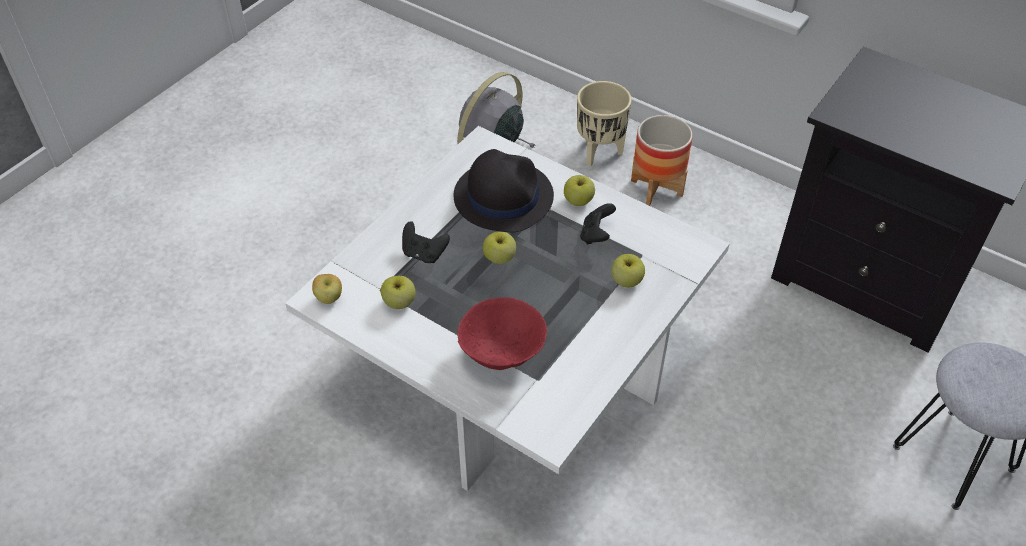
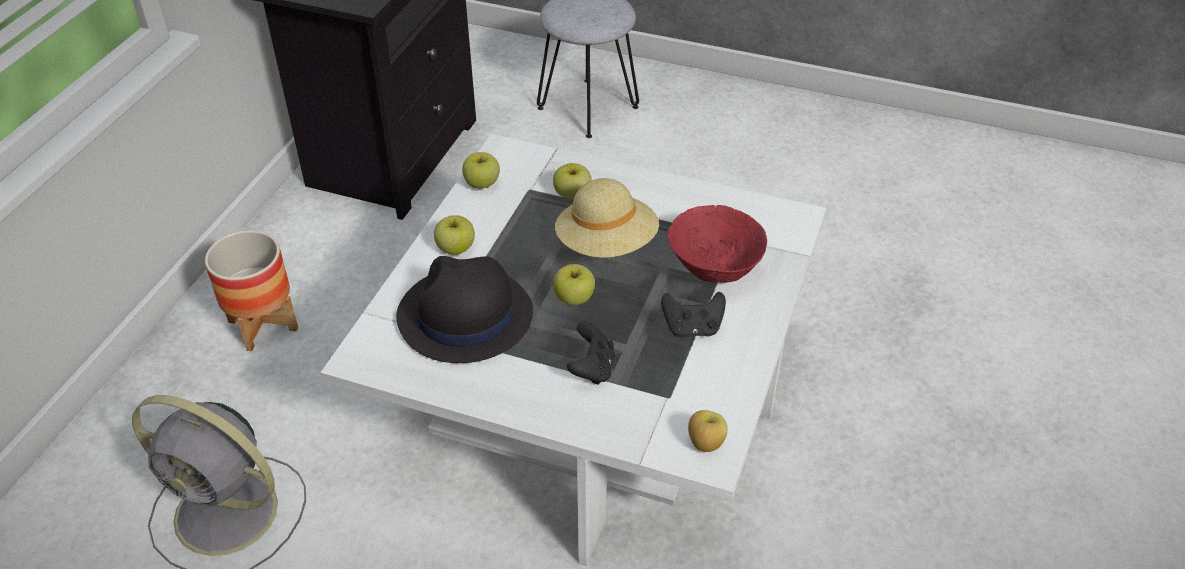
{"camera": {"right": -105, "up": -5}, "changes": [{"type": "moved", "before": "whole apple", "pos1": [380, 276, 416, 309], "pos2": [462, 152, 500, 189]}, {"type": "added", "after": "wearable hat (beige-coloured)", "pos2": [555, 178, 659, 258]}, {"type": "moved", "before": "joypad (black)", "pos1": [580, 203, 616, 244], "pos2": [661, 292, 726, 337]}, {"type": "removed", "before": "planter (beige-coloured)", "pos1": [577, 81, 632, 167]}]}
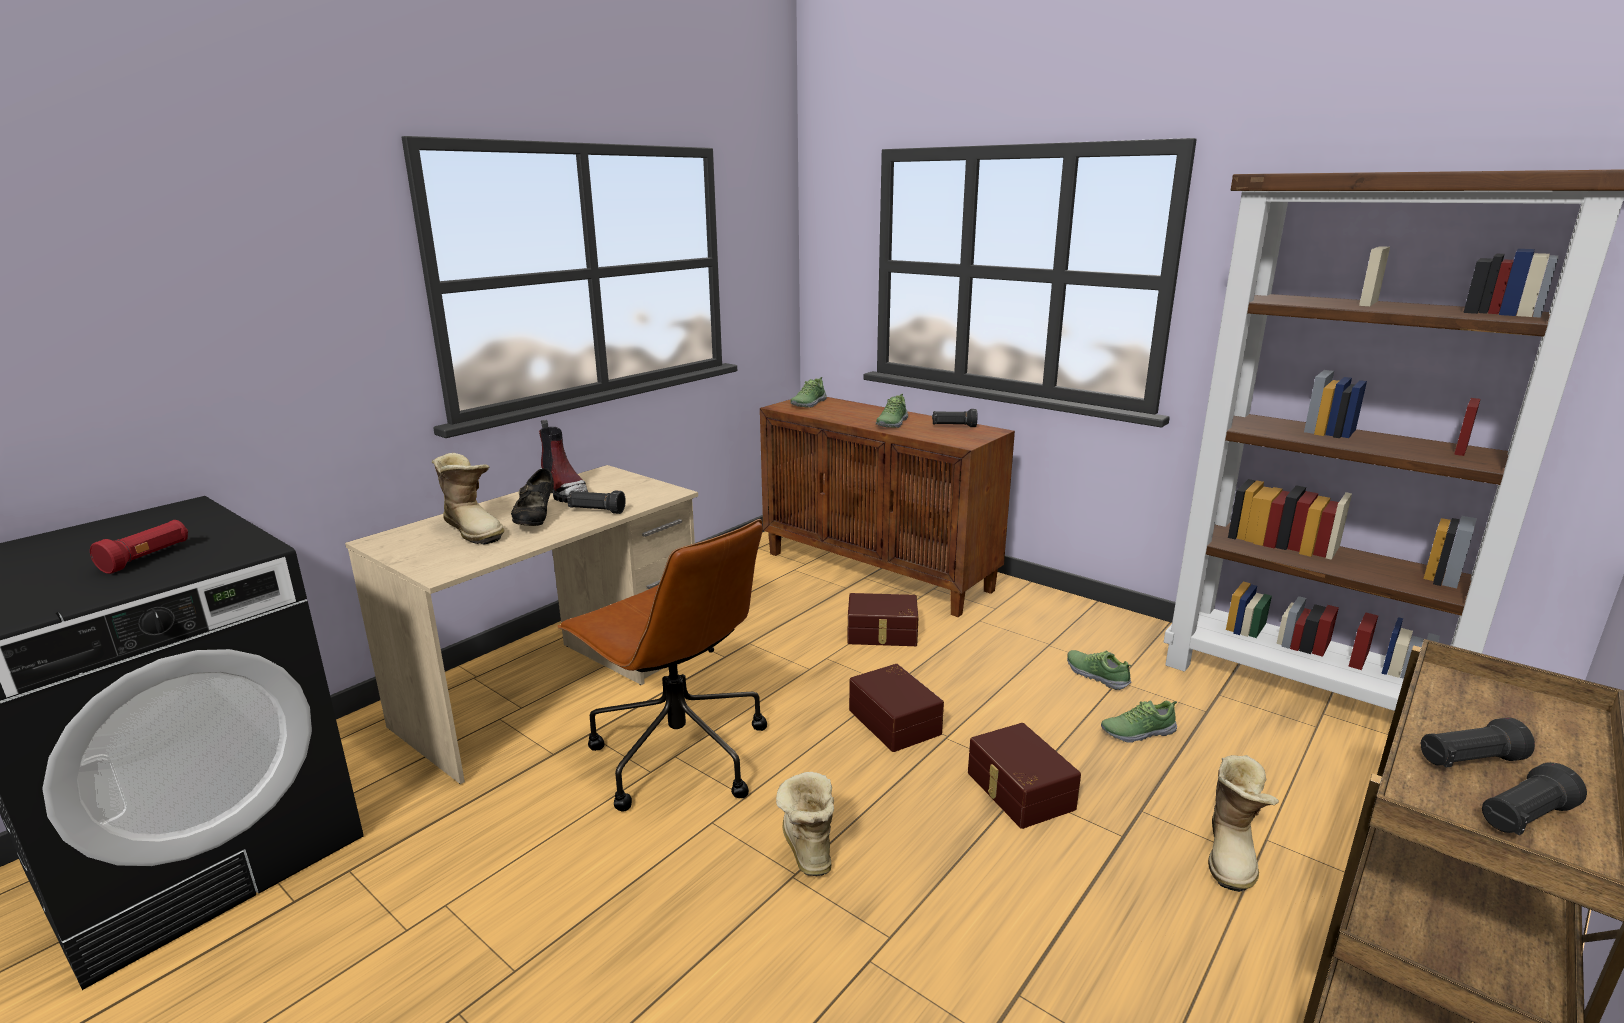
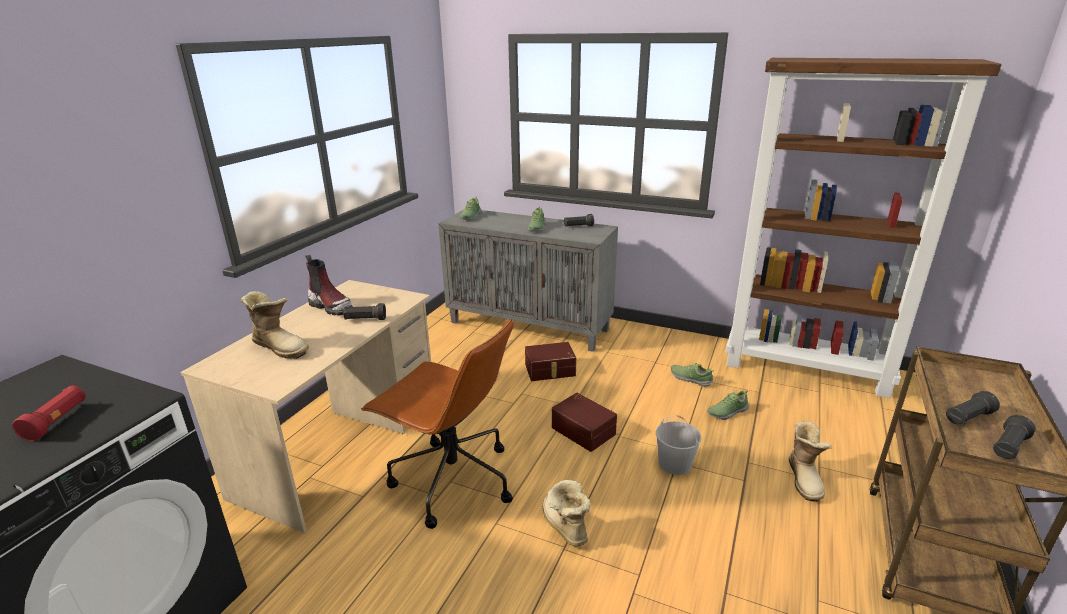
{"camera": {"right": -15, "up": 5}, "changes": [{"type": "recoloured", "before": "cupboard (brown)", "after": "cupboard (grey)", "pos1": [760, 397, 1015, 617], "pos2": [438, 210, 618, 352]}, {"type": "replaced", "before": "storage container (brown)", "after": "bucket (white-coloured)", "pos1": [968, 723, 1081, 829], "pos2": [656, 415, 702, 475]}, {"type": "removed", "before": "item of footwear (black)", "pos1": [511, 468, 554, 526]}]}
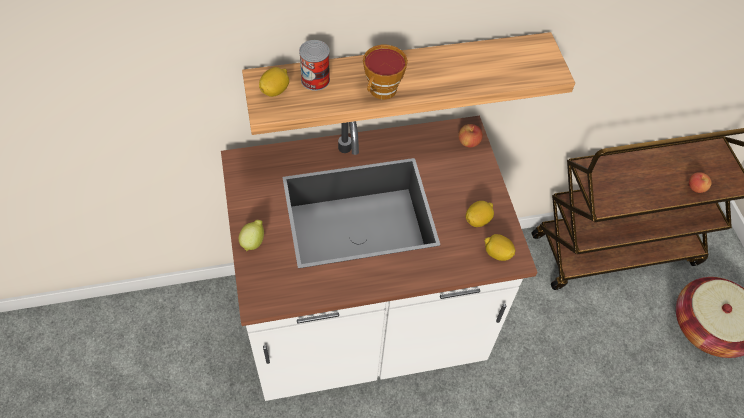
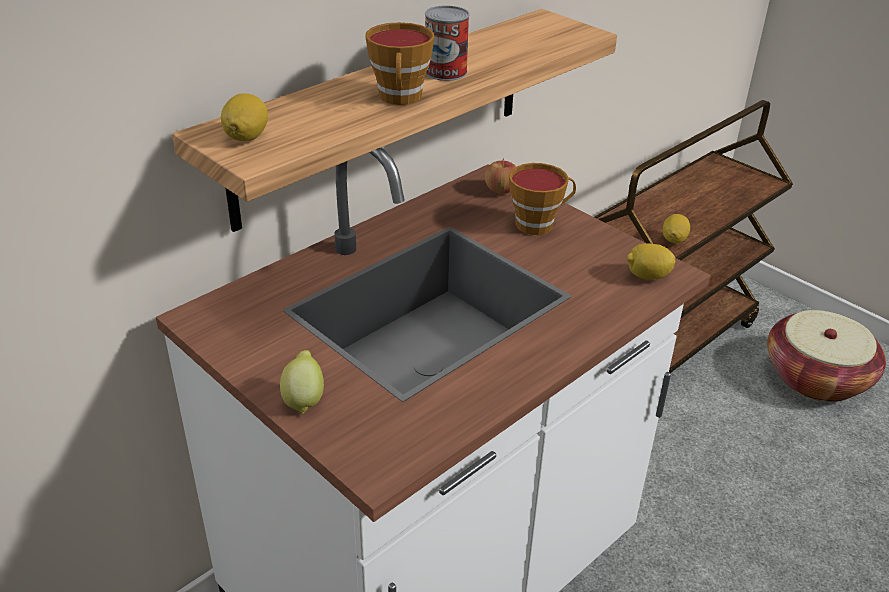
{"camera": {"right": -30, "up": -20}, "changes": [{"type": "moved", "before": "metal can", "pos1": [299, 40, 330, 91], "pos2": [425, 6, 470, 81]}, {"type": "added", "after": "drinking cup", "pos2": [509, 163, 576, 235]}, {"type": "moved", "before": "lemon", "pos1": [466, 201, 494, 227], "pos2": [663, 214, 690, 243]}, {"type": "removed", "before": "whole apple", "pos1": [689, 172, 712, 193]}]}
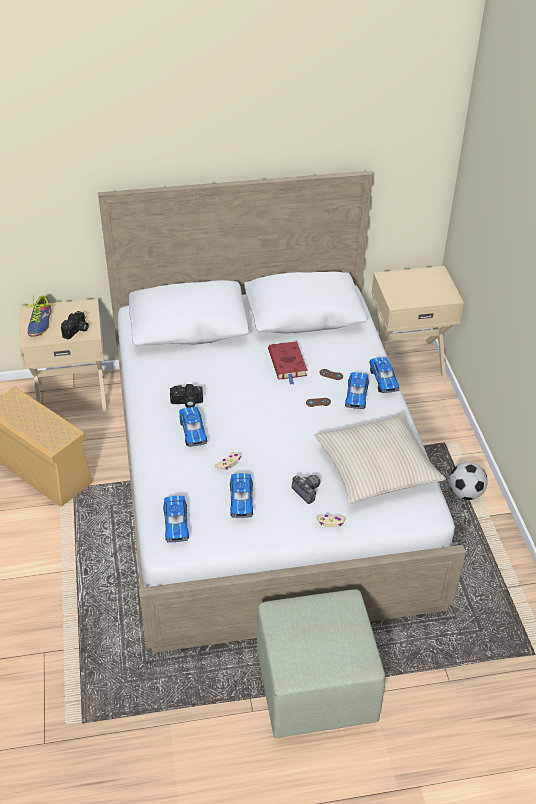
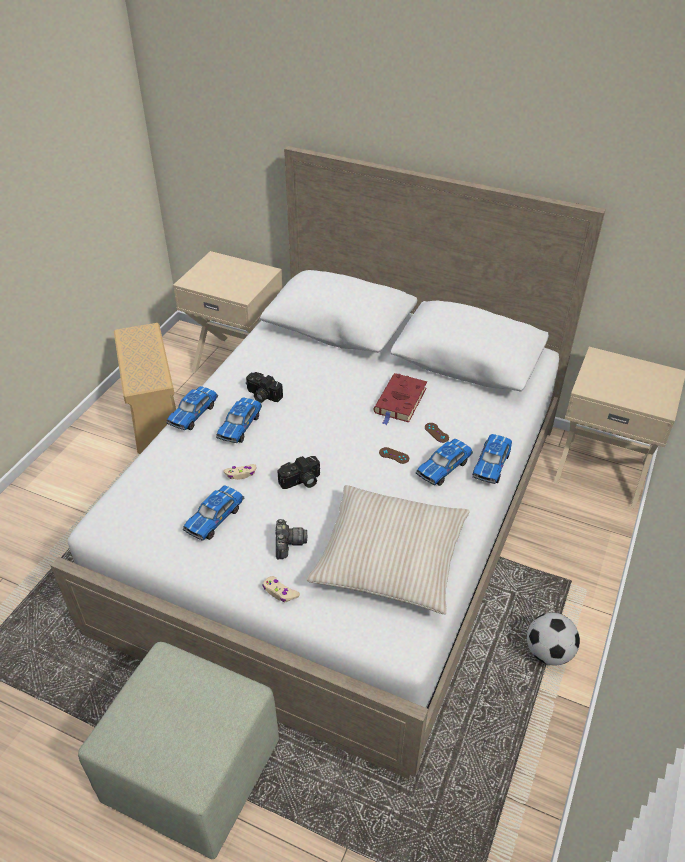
{"camera": {"right": 35, "up": 0}, "changes": [{"type": "moved", "before": "miniature car", "pos1": [163, 496, 189, 542], "pos2": [166, 386, 218, 430]}, {"type": "moved", "before": "photo camera", "pos1": [61, 311, 89, 339], "pos2": [277, 456, 320, 489]}, {"type": "removed", "before": "item of footwear", "pos1": [25, 295, 52, 337]}]}
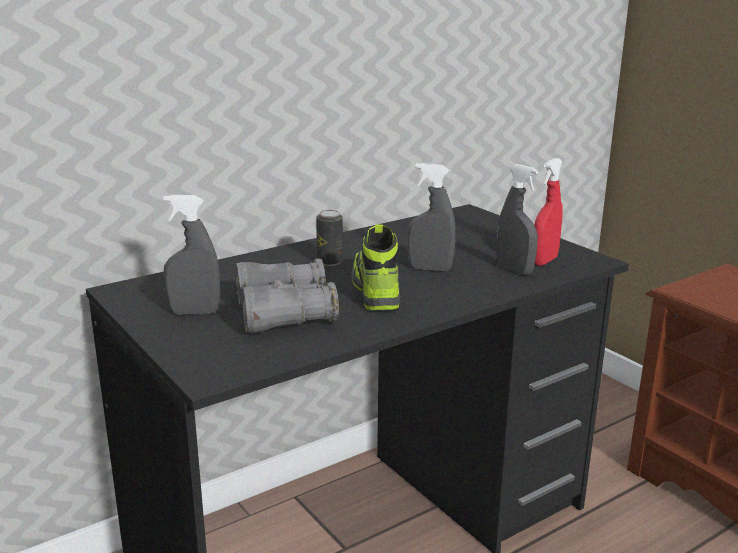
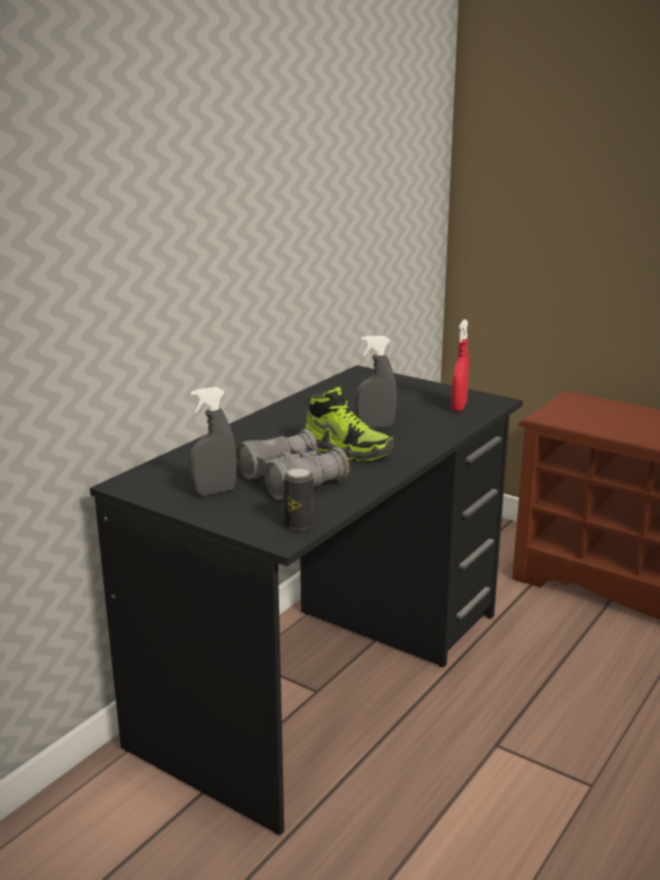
{"camera": {"right": -20, "up": 0}, "changes": [{"type": "moved", "before": "metal can", "pos1": [316, 210, 343, 266], "pos2": [284, 467, 314, 530]}, {"type": "turned", "before": "item of footwear", "pos1": [352, 224, 400, 310], "pos2": [305, 387, 394, 461], "turn": 150}, {"type": "removed", "before": "hand sprayer (grey)", "pos1": [497, 164, 539, 275]}]}
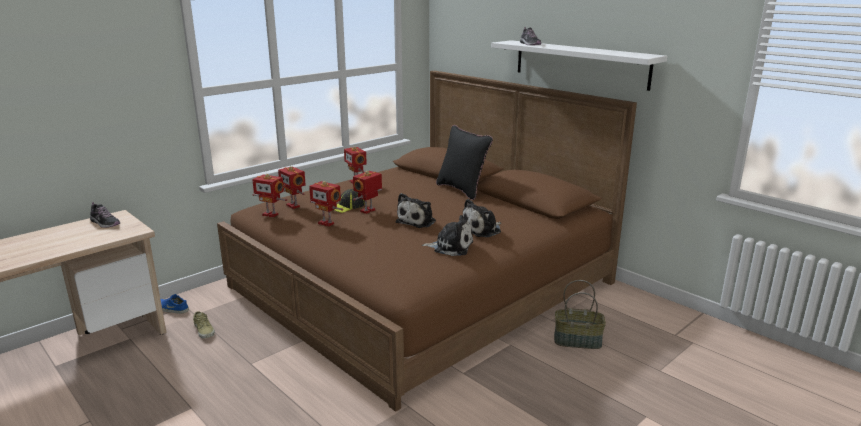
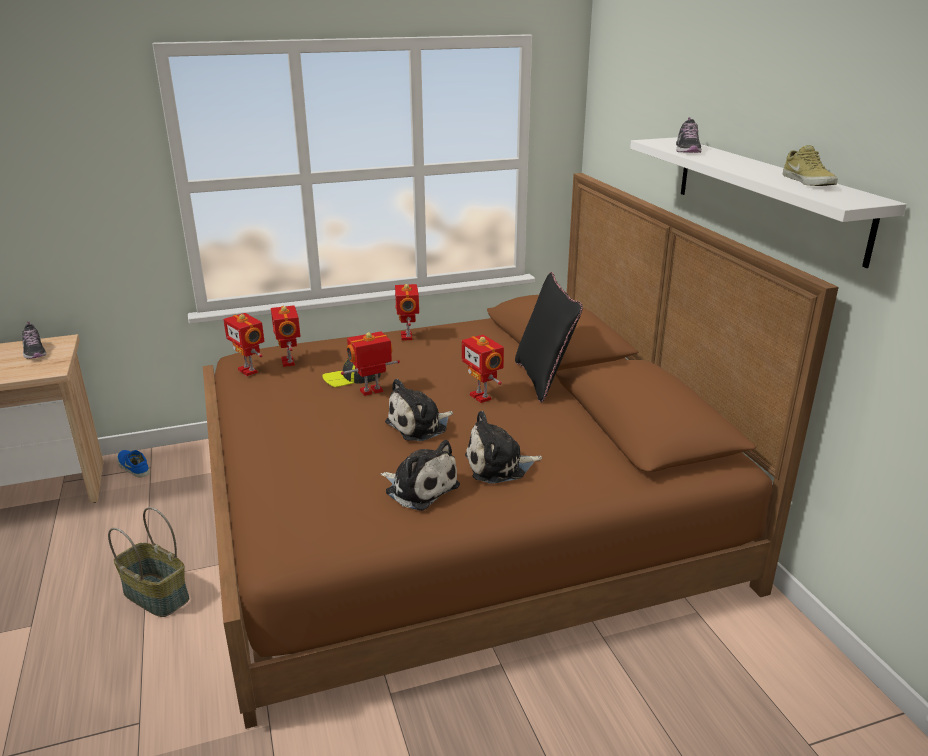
{"camera": {"right": 25, "up": 5}, "changes": [{"type": "moved", "before": "household basket", "pos1": [554, 280, 606, 349], "pos2": [108, 507, 189, 617]}, {"type": "moved", "before": "robot figure", "pos1": [309, 181, 343, 227], "pos2": [462, 335, 504, 403]}, {"type": "moved", "before": "item of footwear (beige-coloured)", "pos1": [193, 311, 215, 338], "pos2": [783, 145, 838, 186]}]}
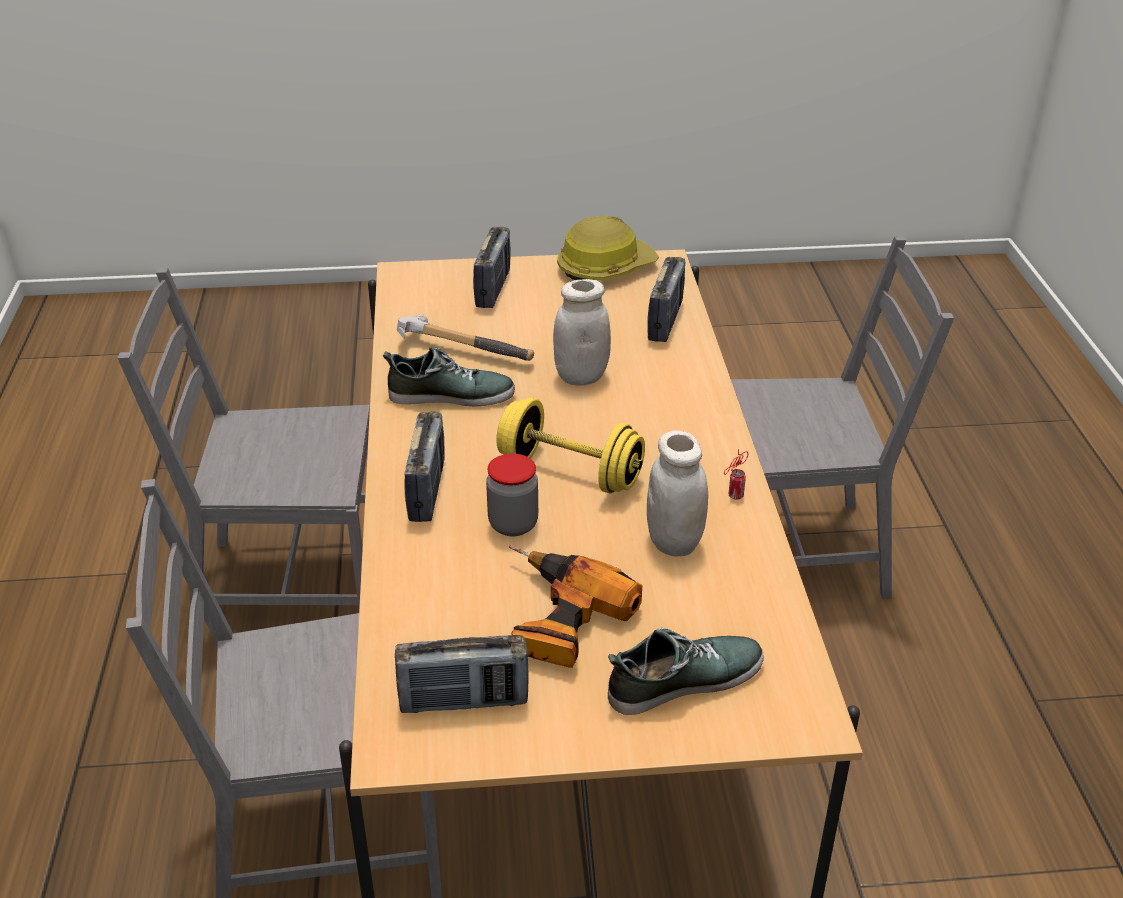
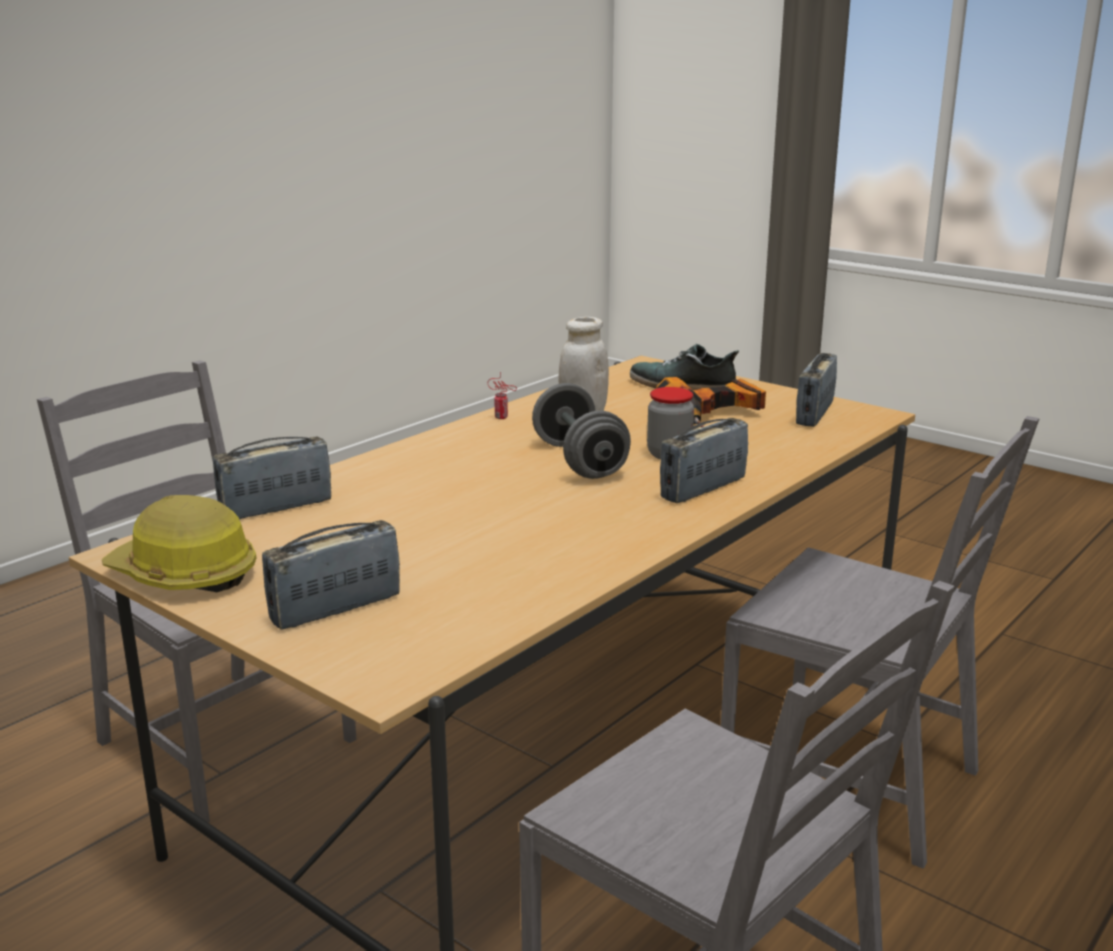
{"camera": {"right": -135, "up": -15}, "changes": [{"type": "recoloured", "before": "hand weight (yellow)", "after": "hand weight (grey)", "pos1": [496, 398, 645, 494], "pos2": [532, 383, 631, 479]}, {"type": "turned", "before": "radio receiver", "pos1": [395, 635, 529, 713], "pos2": [796, 353, 837, 427], "turn": -105}, {"type": "removed", "before": "item of footwear", "pos1": [383, 347, 515, 406]}, {"type": "removed", "before": "tool hammer", "pos1": [397, 314, 534, 361]}, {"type": "removed", "before": "jar (white-coloured)", "pos1": [553, 279, 611, 386]}]}
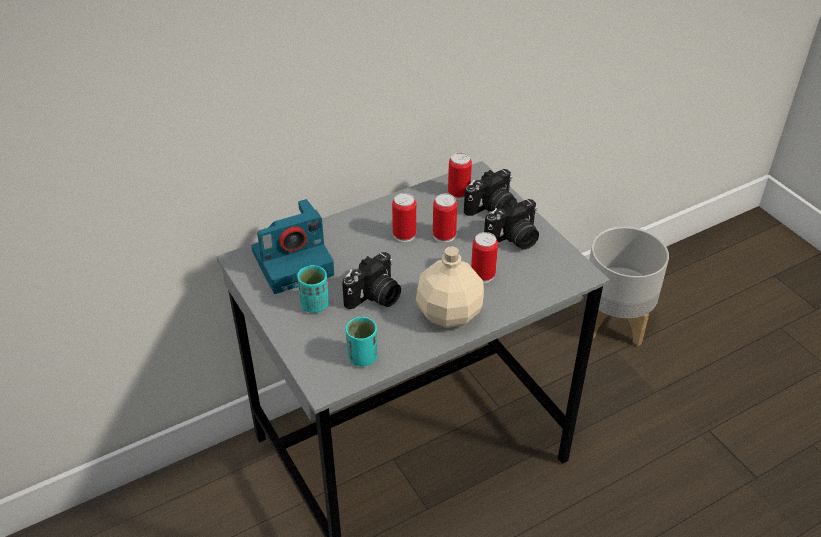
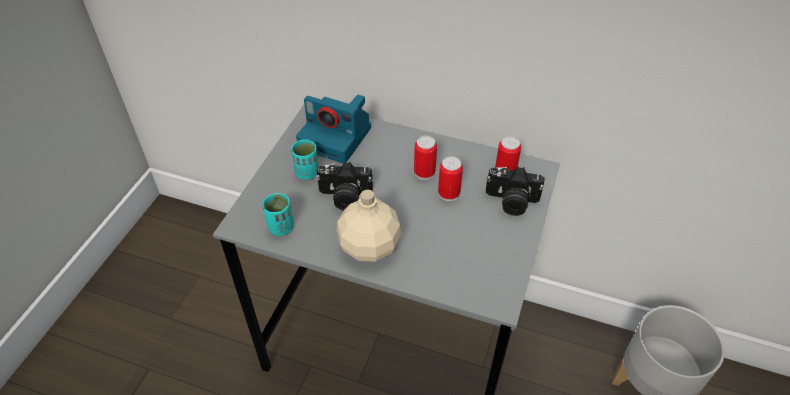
{"camera": {"right": 50, "up": 5}, "changes": [{"type": "removed", "before": "metal can", "pos1": [471, 232, 498, 283]}, {"type": "removed", "before": "photo camera", "pos1": [484, 199, 539, 250]}]}
